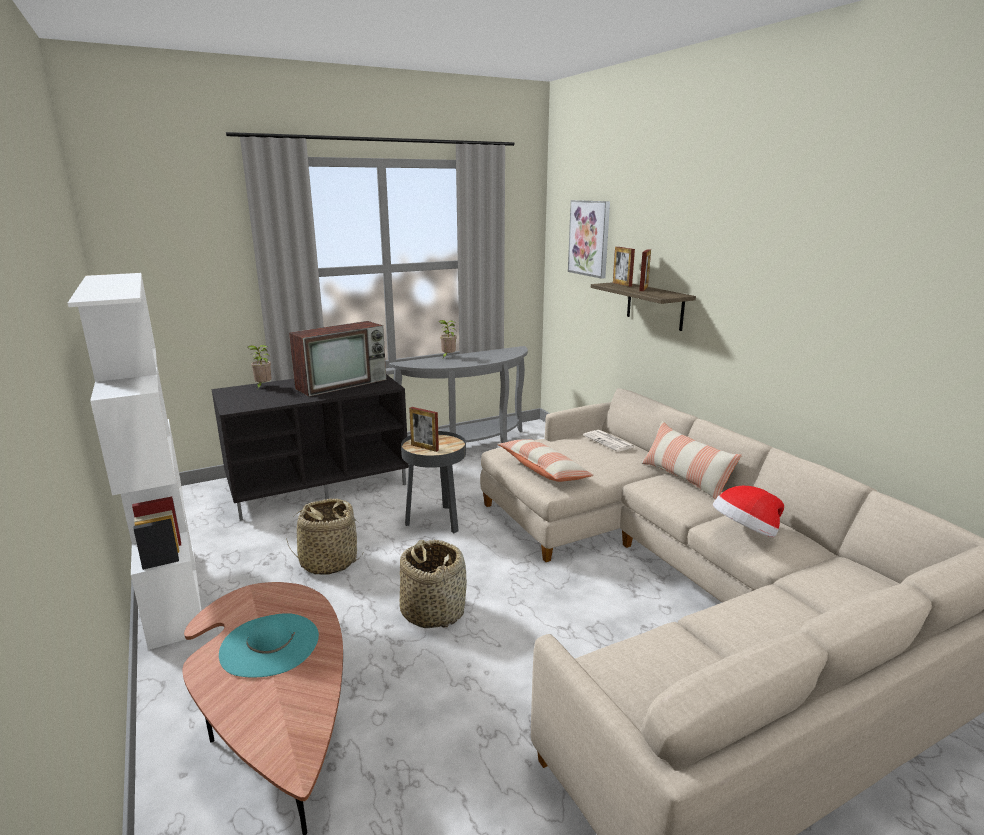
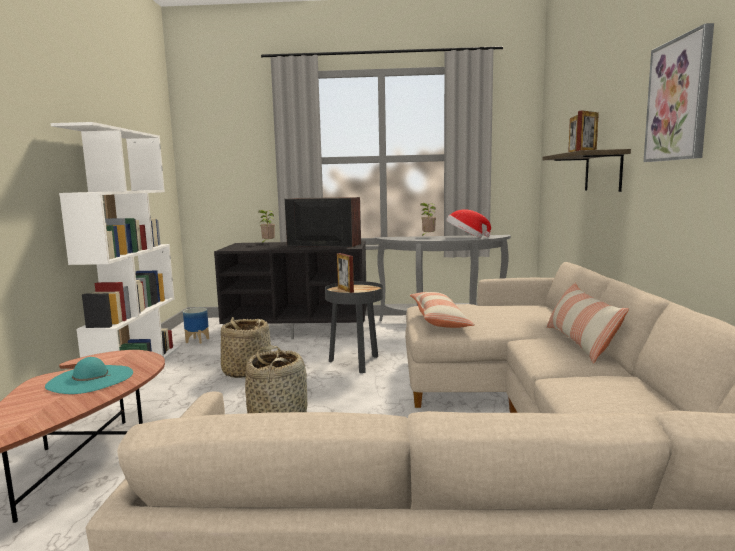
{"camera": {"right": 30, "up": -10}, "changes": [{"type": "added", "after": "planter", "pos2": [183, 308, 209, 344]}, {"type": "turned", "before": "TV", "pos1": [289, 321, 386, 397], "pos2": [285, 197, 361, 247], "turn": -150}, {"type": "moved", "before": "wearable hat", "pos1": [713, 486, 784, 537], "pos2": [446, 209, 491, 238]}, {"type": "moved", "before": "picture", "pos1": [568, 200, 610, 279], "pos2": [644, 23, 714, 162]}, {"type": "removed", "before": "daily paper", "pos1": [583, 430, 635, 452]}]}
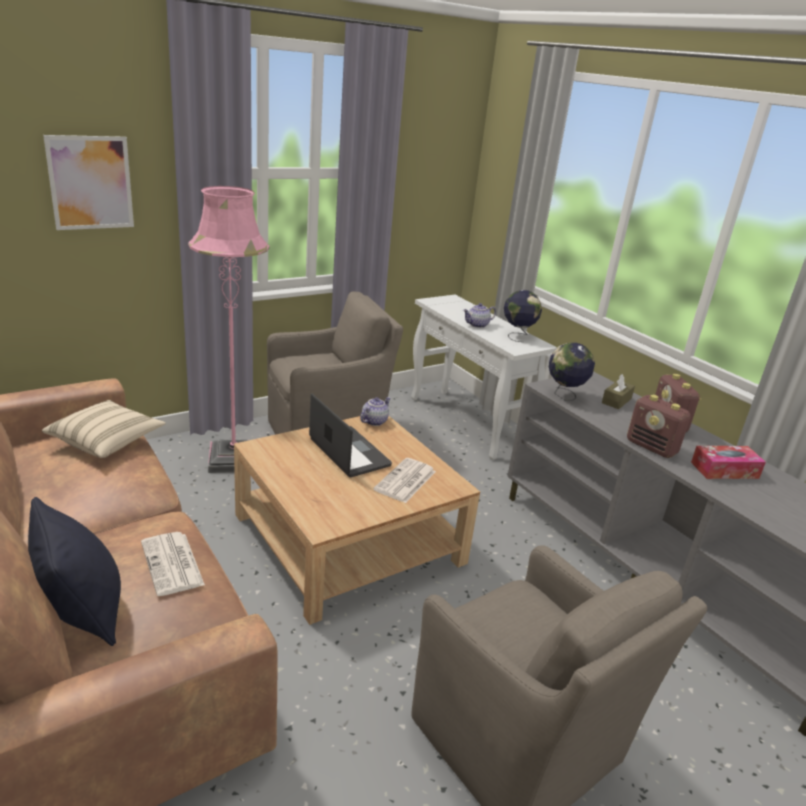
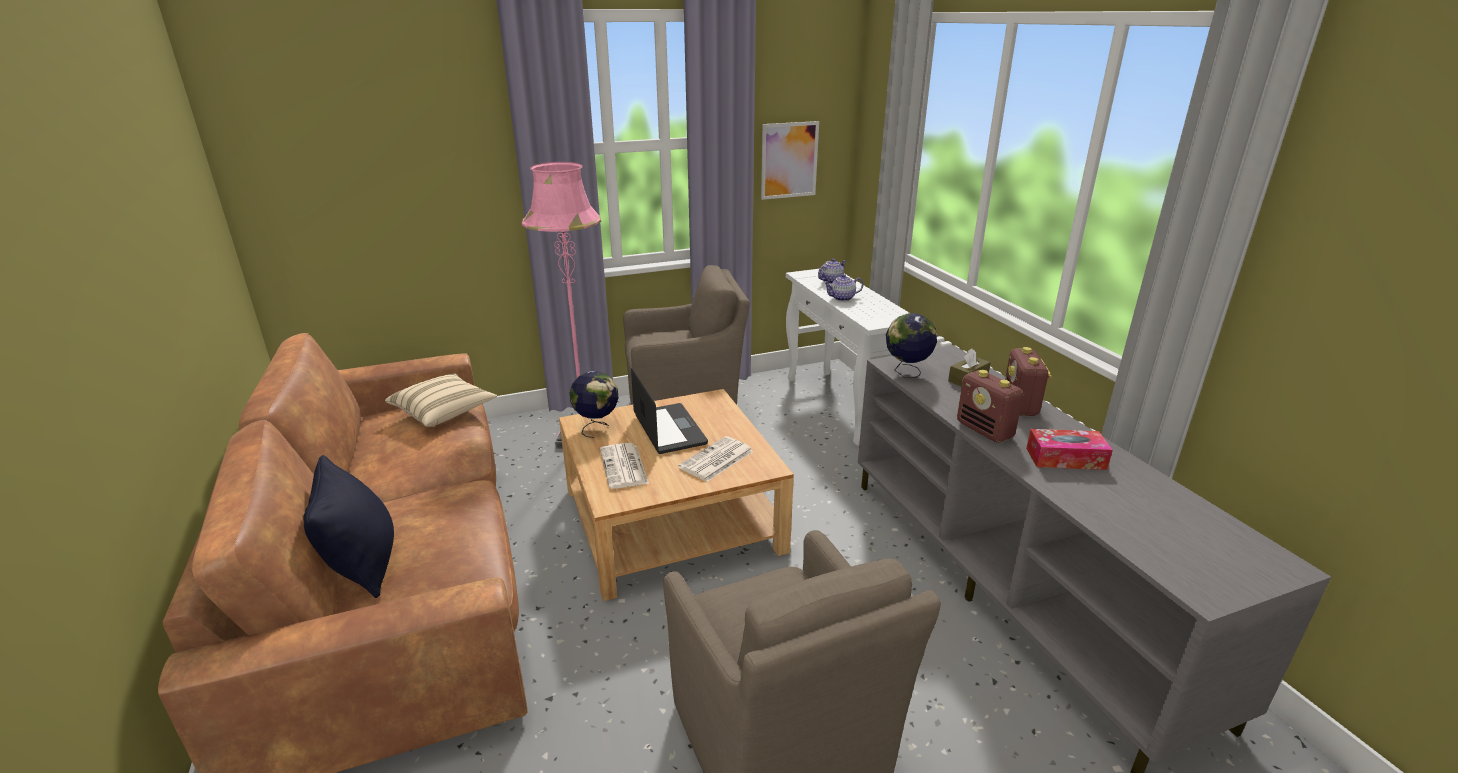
{"camera": {"right": 15, "up": 0}, "changes": [{"type": "moved", "before": "desk globe", "pos1": [504, 290, 542, 342], "pos2": [570, 371, 619, 438]}, {"type": "moved", "before": "daily paper", "pos1": [141, 532, 205, 596], "pos2": [600, 443, 649, 489]}, {"type": "moved", "before": "picture", "pos1": [43, 135, 134, 230], "pos2": [761, 121, 819, 200]}, {"type": "moved", "before": "teapot", "pos1": [360, 397, 391, 426], "pos2": [818, 259, 846, 284]}]}
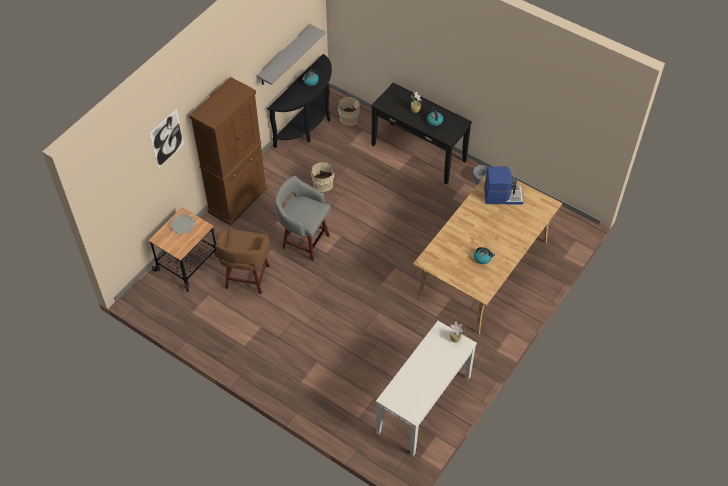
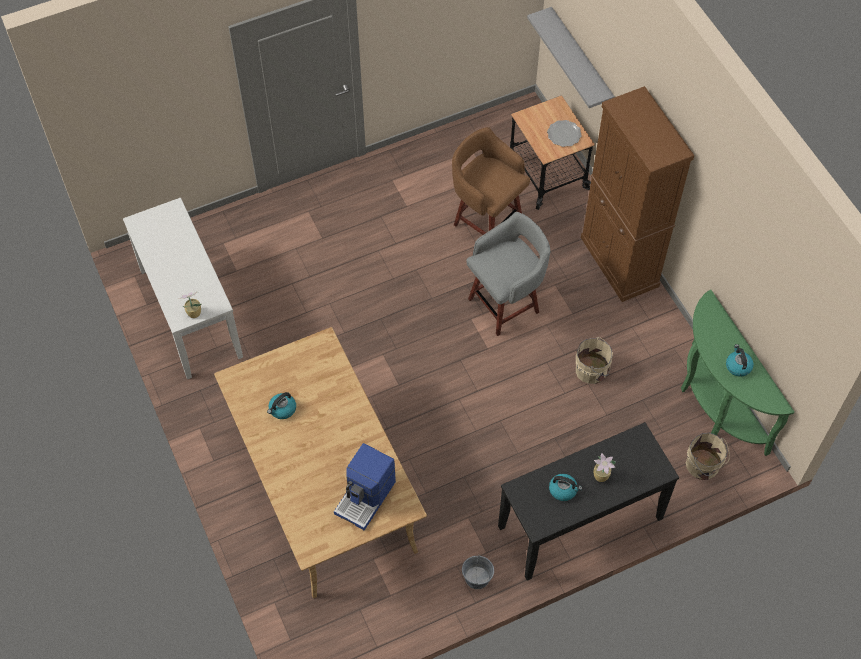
{"camera": {"right": 120, "up": 5}, "changes": [{"type": "moved", "before": "shelf (grey)", "pos1": [256, 24, 325, 85], "pos2": [527, 7, 614, 108]}, {"type": "recoloured", "before": "console table (black)", "after": "console table (greenish)", "pos1": [267, 54, 332, 148], "pos2": [681, 290, 794, 456]}, {"type": "removed", "before": "picture", "pos1": [150, 108, 184, 169]}]}
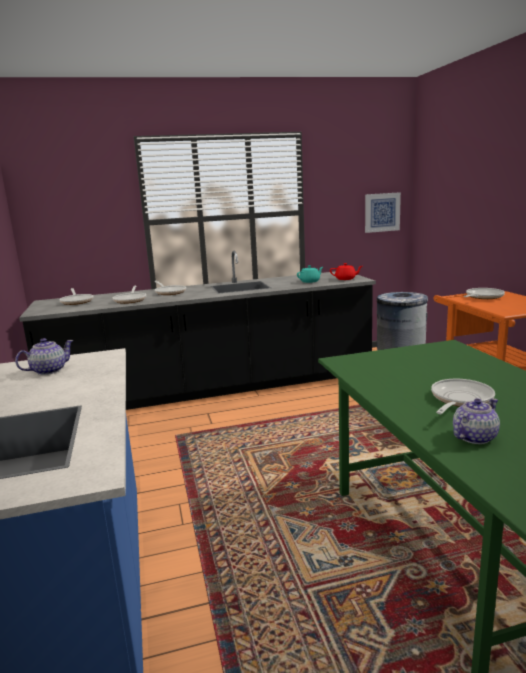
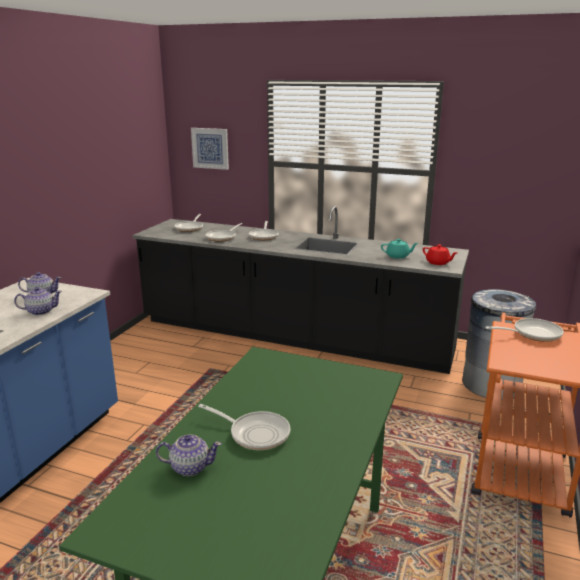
{"camera": {"right": 35, "up": 5}, "changes": [{"type": "added", "after": "teapot", "pos2": [14, 287, 62, 315]}, {"type": "moved", "before": "picture", "pos1": [365, 192, 401, 233], "pos2": [191, 128, 229, 170]}, {"type": "turned", "before": "skillet", "pos1": [431, 379, 495, 414], "pos2": [198, 404, 290, 450], "turn": 45}]}
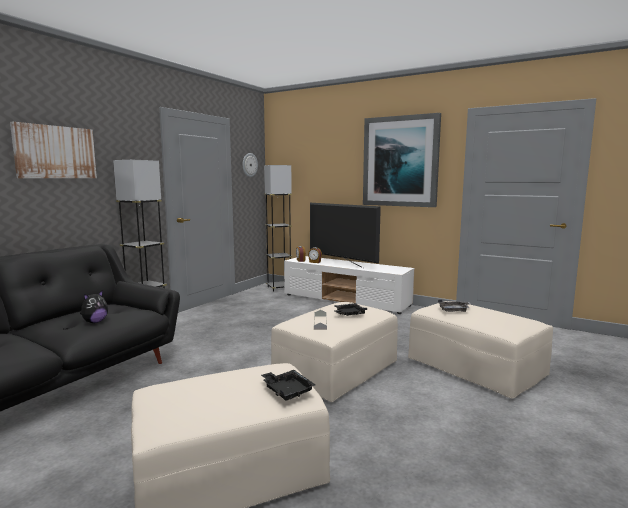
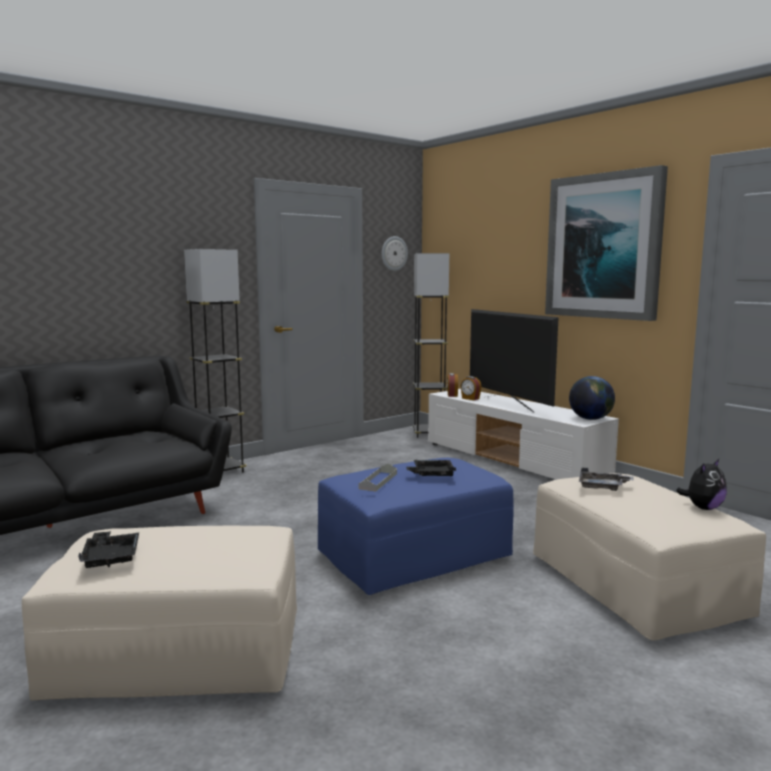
{"camera": {"right": 20, "up": 0}, "changes": [{"type": "moved", "before": "tray (black)", "pos1": [261, 370, 315, 401], "pos2": [78, 531, 139, 568]}, {"type": "recoloured", "before": "pouffe (beige-coloured)", "after": "pouffe (blue)", "pos1": [271, 302, 398, 402], "pos2": [318, 458, 514, 595]}, {"type": "added", "after": "desk globe", "pos2": [569, 376, 615, 420]}, {"type": "moved", "before": "soft toy", "pos1": [80, 290, 108, 323], "pos2": [676, 459, 727, 510]}, {"type": "removed", "before": "picture", "pos1": [10, 122, 97, 178]}]}
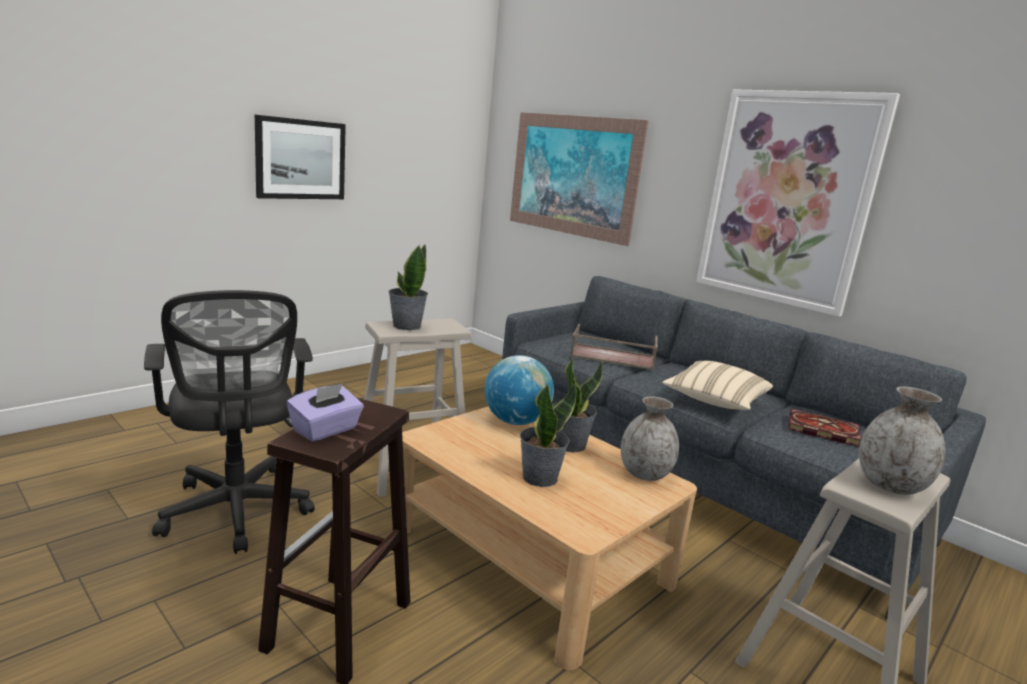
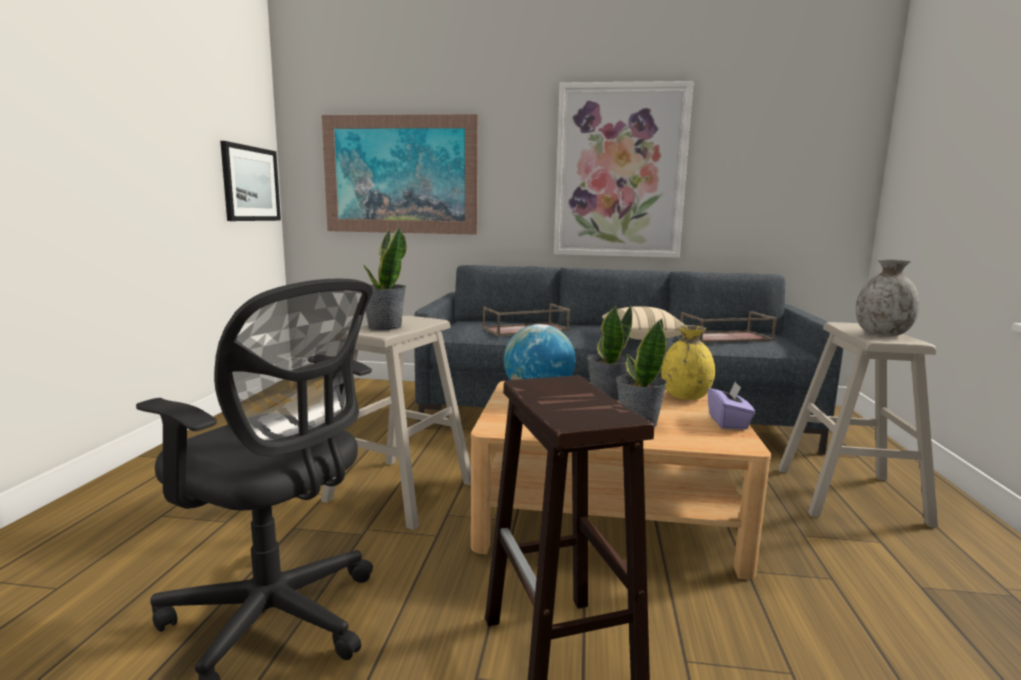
{"camera": {"right": -35, "up": -5}, "changes": [{"type": "moved", "before": "picture", "pos1": [255, 115, 346, 199], "pos2": [220, 141, 281, 221]}, {"type": "recoloured", "before": "vase (grey)", "after": "vase (yellow)", "pos1": [621, 396, 679, 481], "pos2": [661, 325, 715, 400]}, {"type": "replaced", "before": "volume", "after": "tray (brown)", "pos1": [788, 409, 862, 446], "pos2": [680, 311, 777, 343]}, {"type": "moved", "before": "tissue holder (purple-coloured)", "pos1": [286, 383, 364, 441], "pos2": [708, 381, 755, 429]}]}
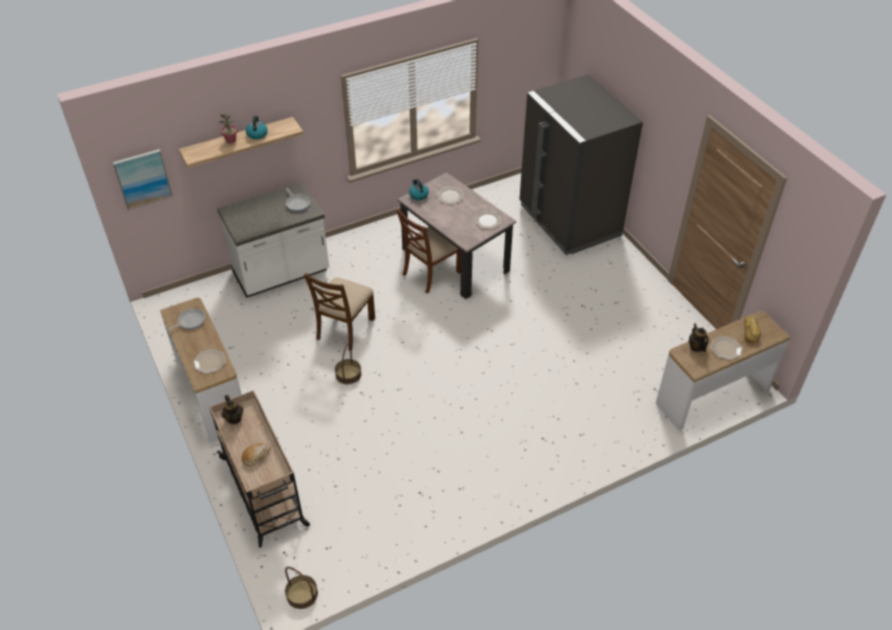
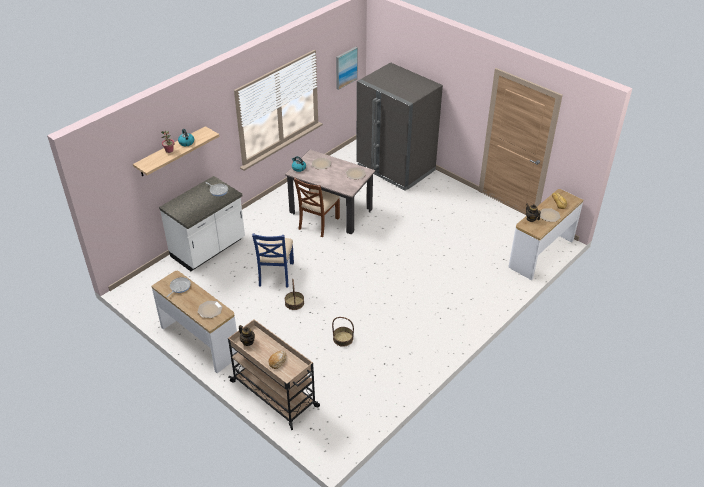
{"camera": {"right": -20, "up": -5}, "changes": [{"type": "recoloured", "before": "chair (brown)", "after": "chair (blue)", "pos1": [304, 273, 375, 351], "pos2": [252, 234, 294, 288]}, {"type": "moved", "before": "household basket", "pos1": [285, 567, 318, 609], "pos2": [332, 317, 354, 347]}, {"type": "moved", "before": "picture", "pos1": [113, 149, 173, 210], "pos2": [336, 47, 358, 90]}]}
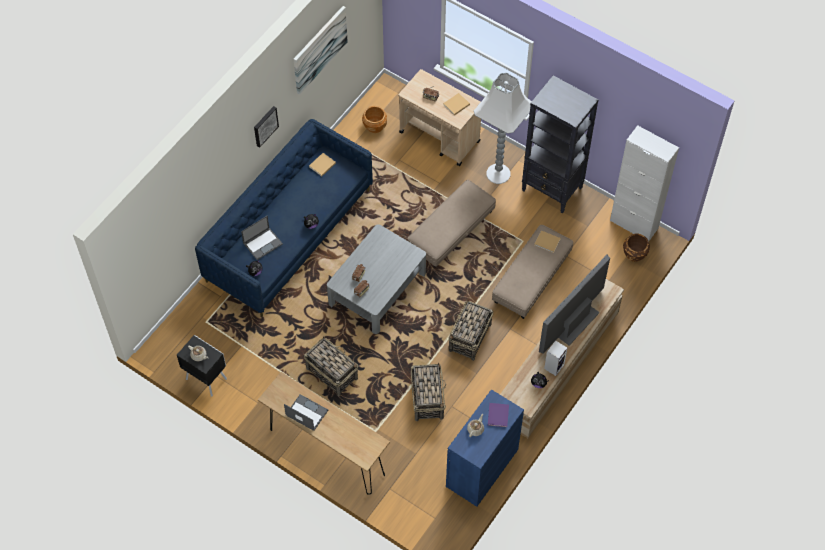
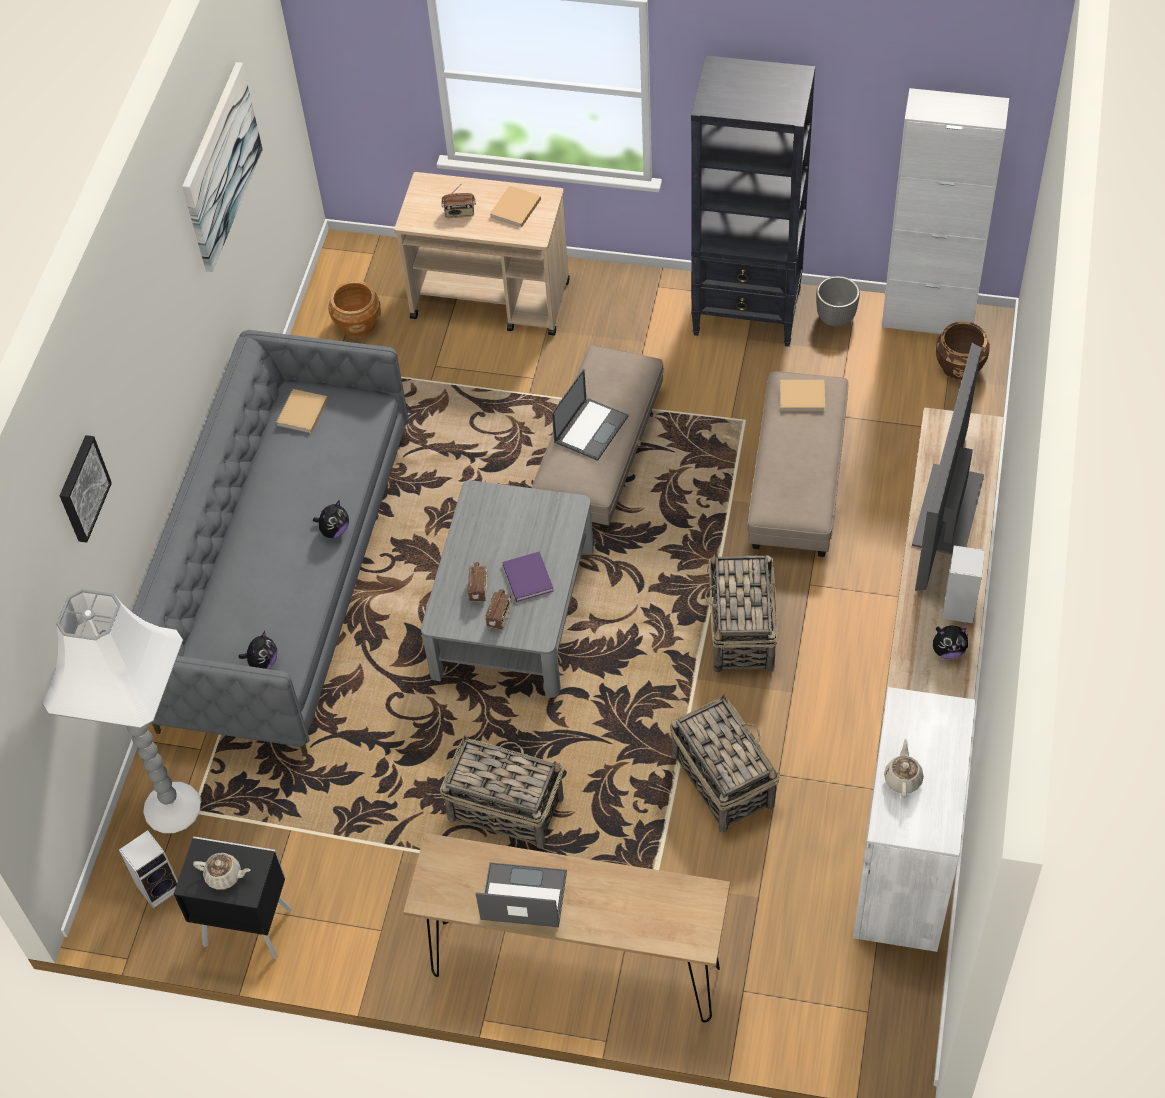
{"camera": {"right": -20, "up": -5}, "changes": [{"type": "moved", "before": "standard lamp (white-coloured)", "pos1": [474, 73, 532, 184], "pos2": [42, 589, 201, 833]}, {"type": "moved", "before": "picture", "pos1": [254, 106, 279, 147], "pos2": [60, 435, 112, 543]}, {"type": "added", "after": "loudspeaker", "pos2": [119, 830, 178, 909]}, {"type": "recoloured", "before": "sofa (blue)", "after": "sofa (grey)", "pos1": [195, 119, 373, 317], "pos2": [132, 330, 409, 756]}, {"type": "moved", "before": "volume (purple-coloured)", "pos1": [488, 403, 509, 427], "pos2": [502, 551, 554, 602]}, {"type": "moved", "before": "notebook computer", "pos1": [241, 216, 283, 260], "pos2": [552, 369, 629, 461]}, {"type": "added", "after": "planter", "pos2": [816, 276, 860, 326]}, {"type": "recoloured", "before": "cupboard (blue)", "after": "cupboard (white-coloured)", "pos1": [446, 389, 524, 507], "pos2": [853, 687, 976, 952]}]}
